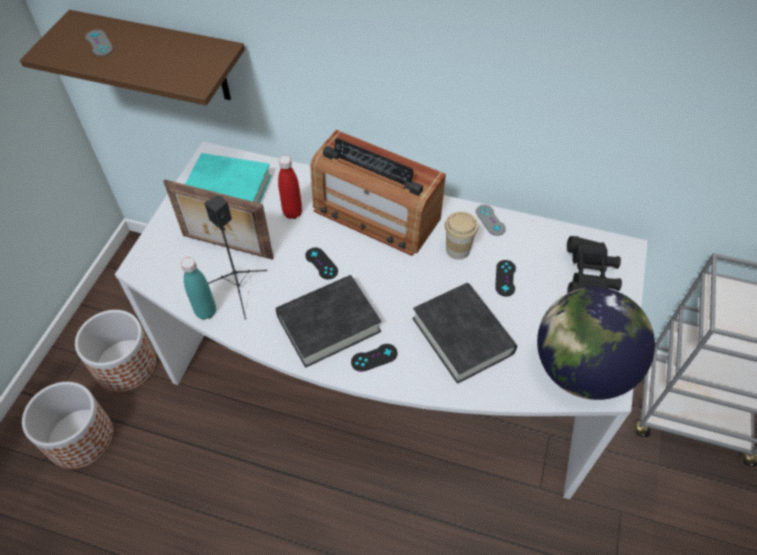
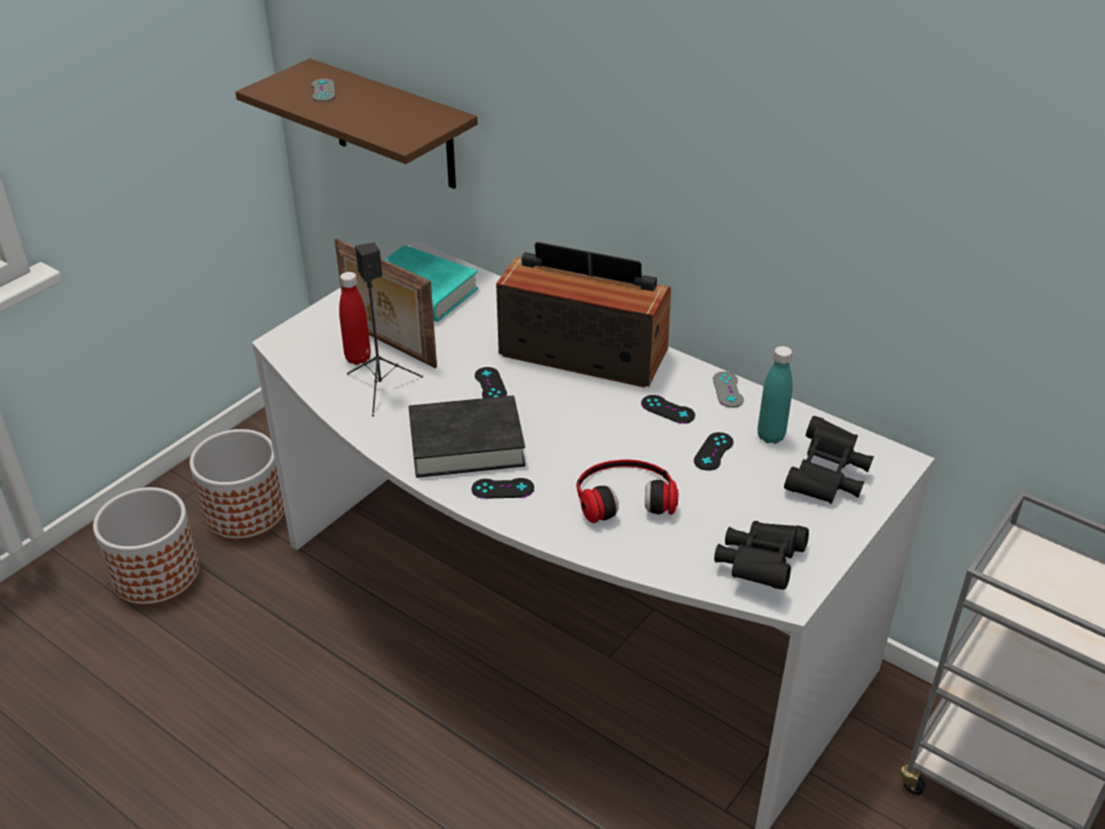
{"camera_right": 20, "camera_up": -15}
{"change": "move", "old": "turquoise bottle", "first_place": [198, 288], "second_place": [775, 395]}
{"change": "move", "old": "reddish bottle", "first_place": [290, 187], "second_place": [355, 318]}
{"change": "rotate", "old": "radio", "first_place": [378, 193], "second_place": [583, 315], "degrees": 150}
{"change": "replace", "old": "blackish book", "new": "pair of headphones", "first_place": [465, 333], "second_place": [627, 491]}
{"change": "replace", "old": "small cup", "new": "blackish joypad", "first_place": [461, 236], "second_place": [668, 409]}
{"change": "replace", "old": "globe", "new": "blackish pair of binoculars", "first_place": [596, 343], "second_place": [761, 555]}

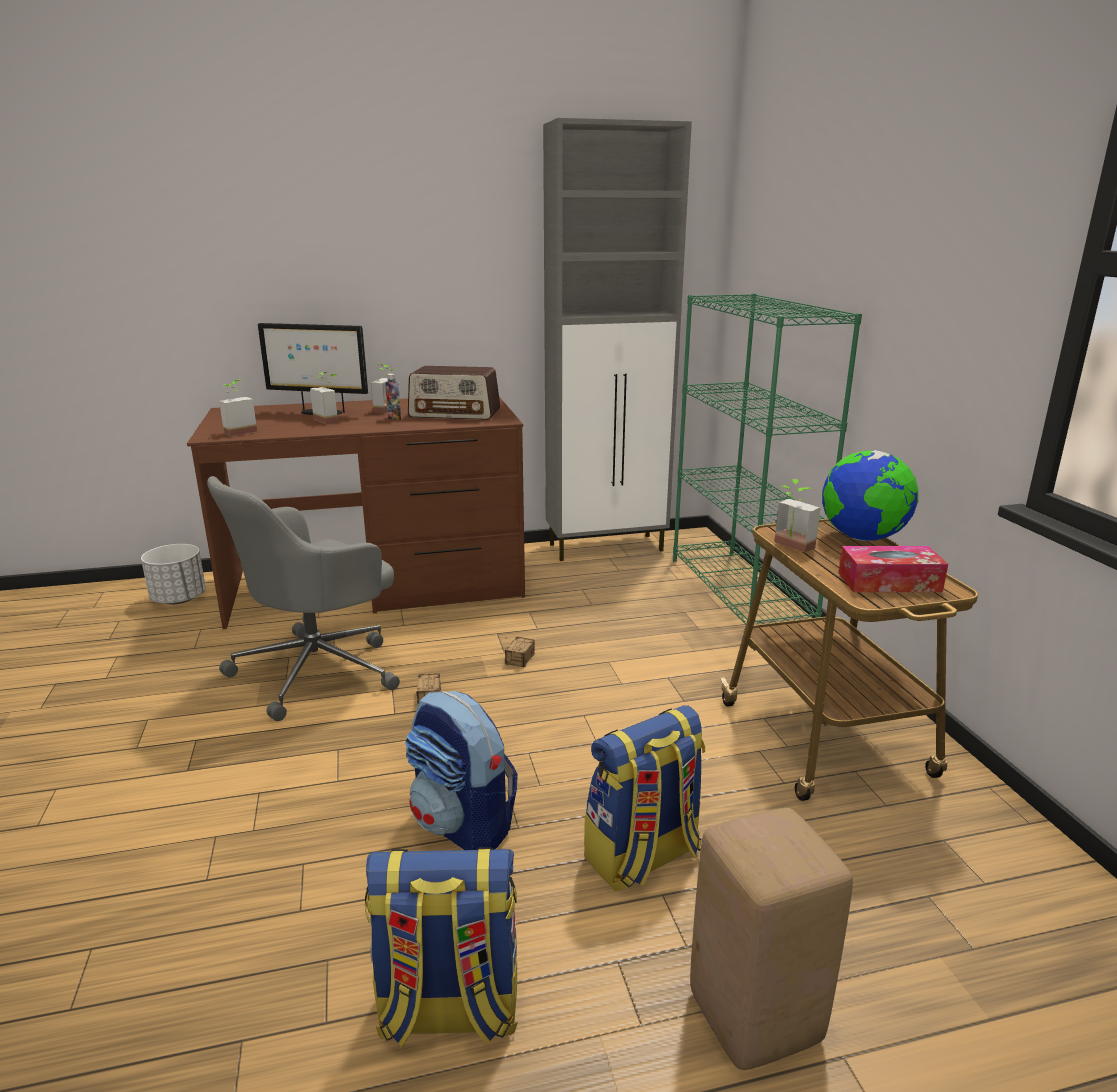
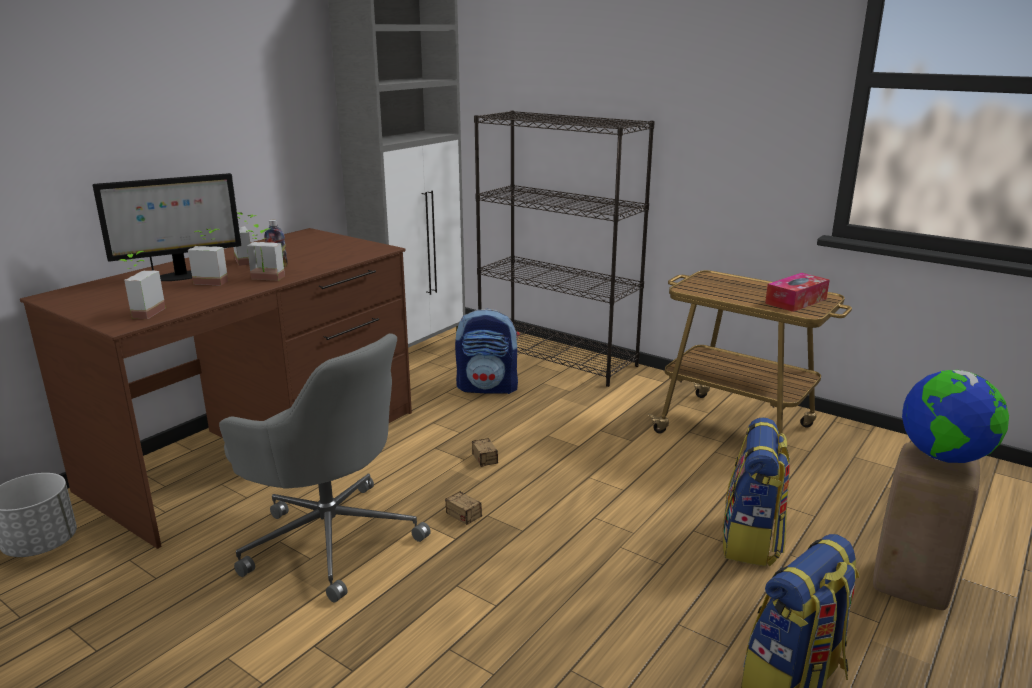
{"camera_right": -40, "camera_up": 0}
{"change": "rotate", "old": "grey desk chair", "first_place": [303, 598], "second_place": [325, 467], "degrees": -60}
{"change": "move", "old": "knapsack", "first_place": [461, 770], "second_place": [487, 351]}
{"change": "delete", "old": "radio", "first_place": [454, 393]}
{"change": "recolor", "old": "greenish bookcase", "new": "blackish bookcase", "first_place": [767, 459], "second_place": [564, 248]}
{"change": "move", "old": "plant in a pot", "first_place": [797, 516], "second_place": [265, 252]}
{"change": "move", "old": "globe", "first_place": [870, 495], "second_place": [955, 416]}

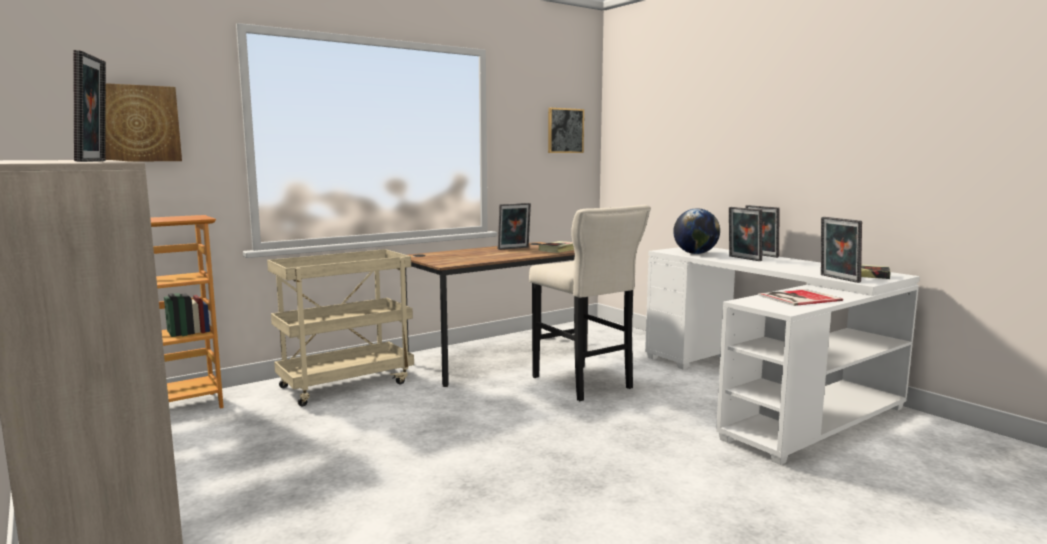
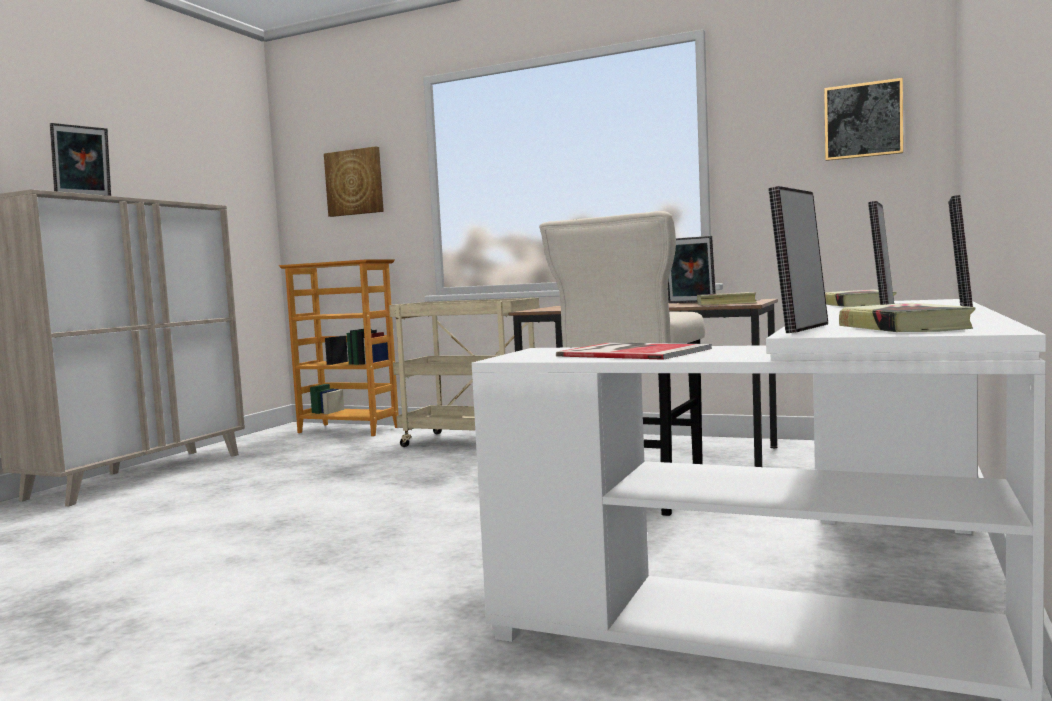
{"camera_right": 60, "camera_up": -5}
{"change": "replace", "old": "globe", "new": "book", "first_place": [696, 231], "second_place": [861, 298]}

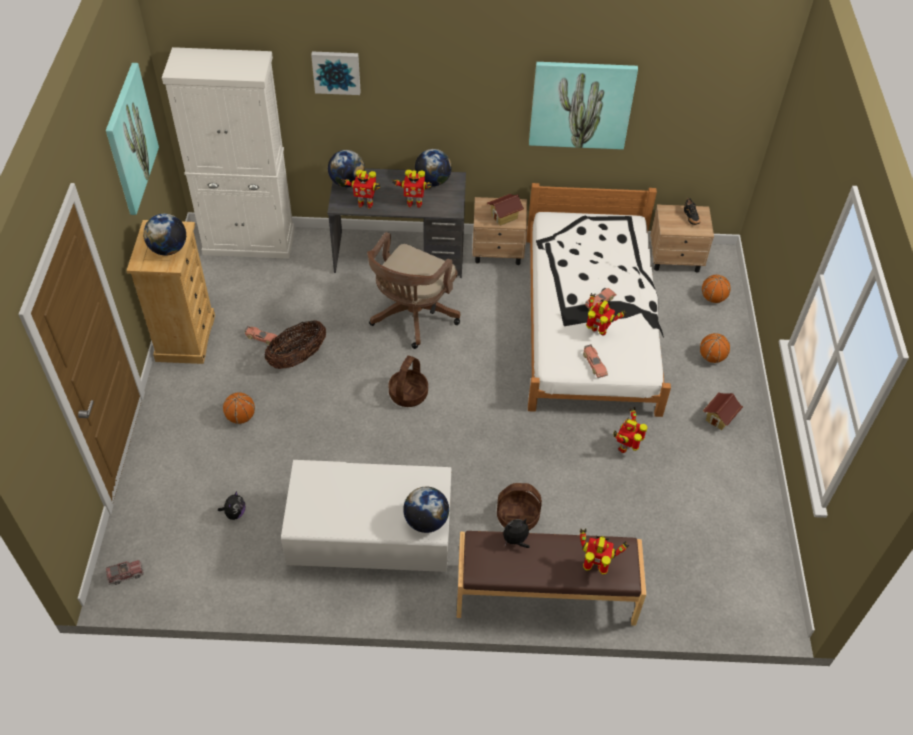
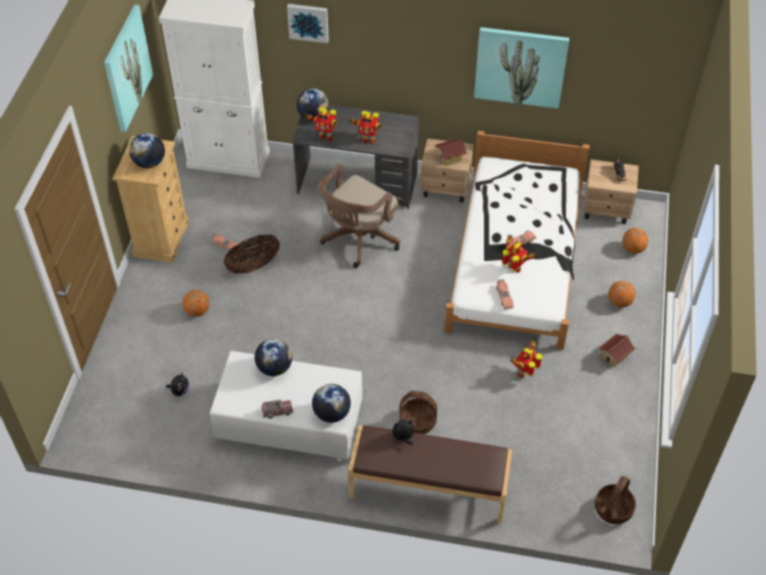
{"camera_right": 10, "camera_up": 0}
{"change": "move", "old": "toy lorry", "first_place": [125, 572], "second_place": [277, 409]}
{"change": "move", "old": "basket", "first_place": [408, 381], "second_place": [615, 500]}
{"change": "move", "old": "globe", "first_place": [433, 167], "second_place": [273, 357]}
{"change": "delete", "old": "toy robot", "first_place": [604, 551]}

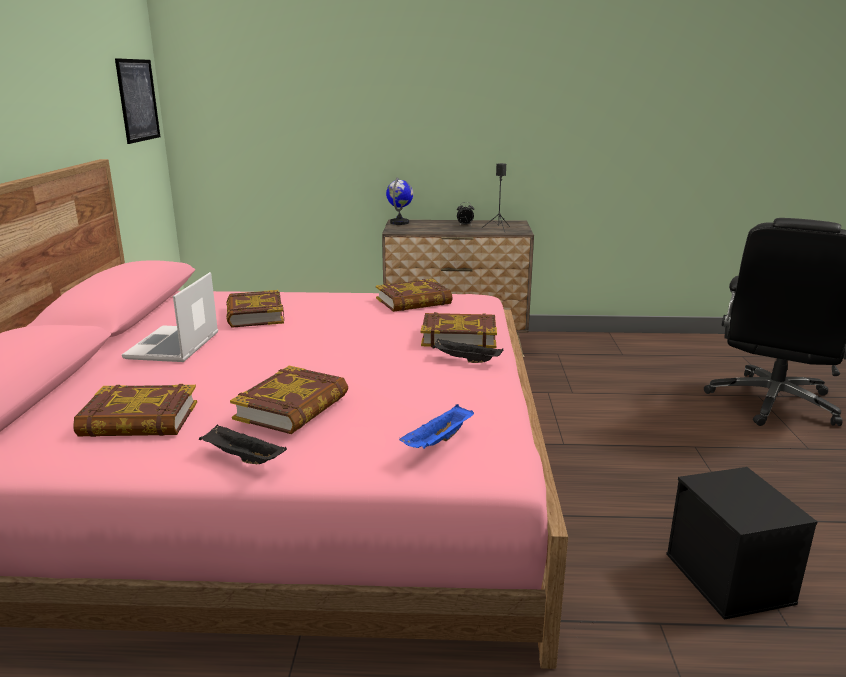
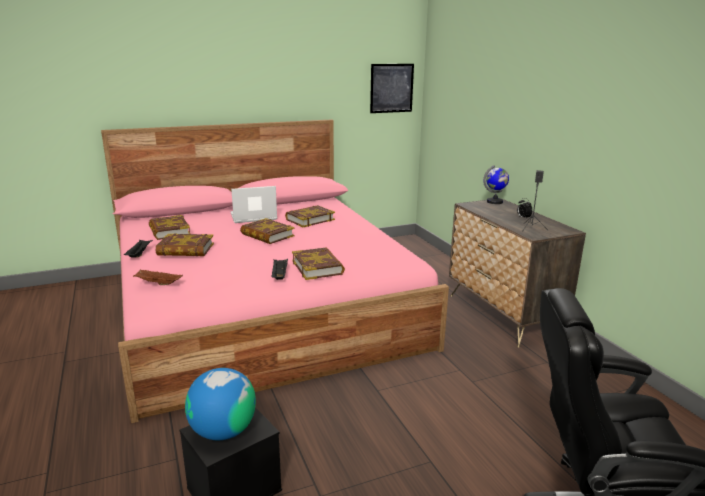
{"camera_right": 65, "camera_up": 0}
{"change": "move", "old": "book", "first_place": [414, 295], "second_place": [267, 231]}
{"change": "recolor", "old": "blue serving tray", "new": "brown-coloured serving tray", "first_place": [436, 426], "second_place": [158, 277]}
{"change": "insert", "new": "globe", "second_place": [220, 404]}

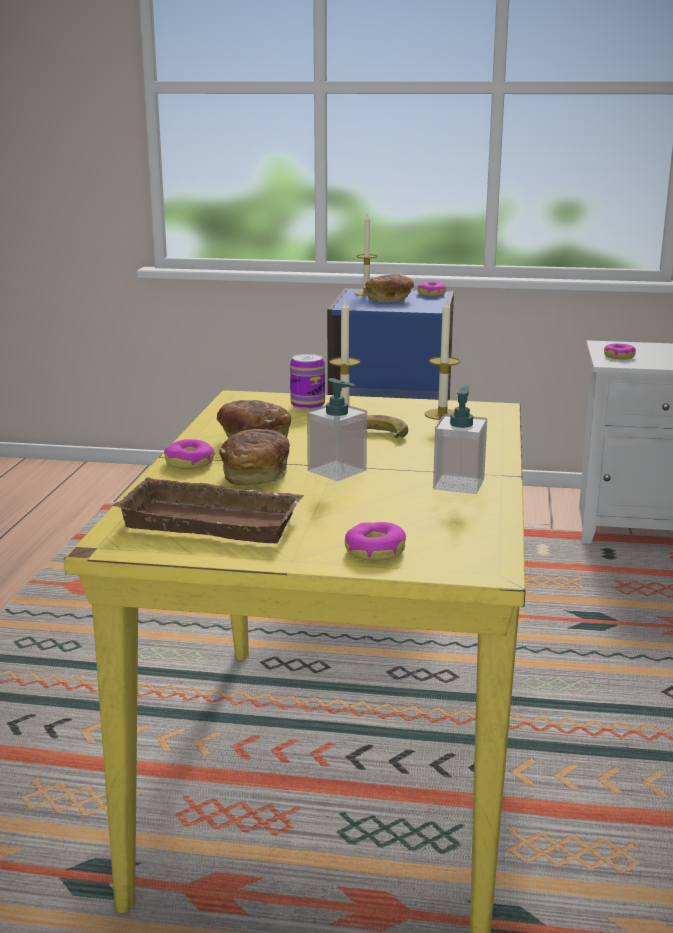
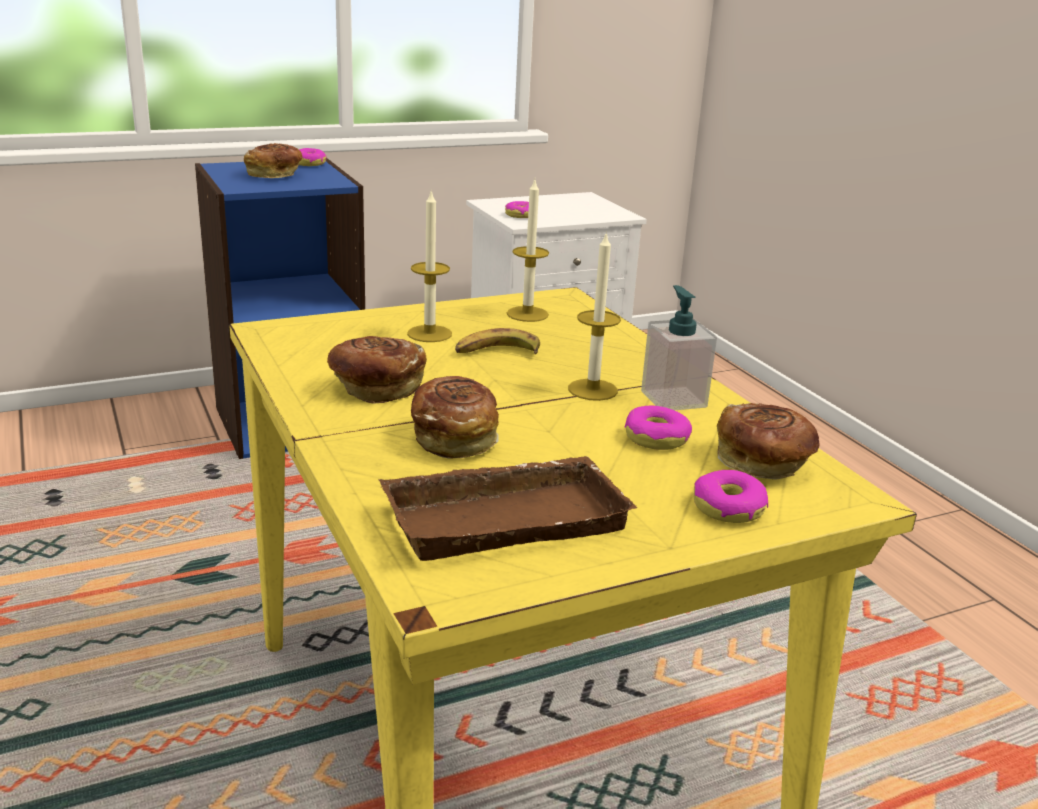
{"camera_right": -35, "camera_up": 5}
{"change": "move", "old": "doughnut", "first_place": [189, 454], "second_place": [658, 428]}
{"change": "delete", "old": "sealed can", "first_place": [307, 382]}
{"change": "delete", "old": "soap dispenser", "first_place": [337, 429]}
{"change": "move", "old": "wax candle", "first_place": [365, 254], "second_place": [594, 316]}
{"change": "insert", "new": "baked bread", "second_place": [768, 441]}

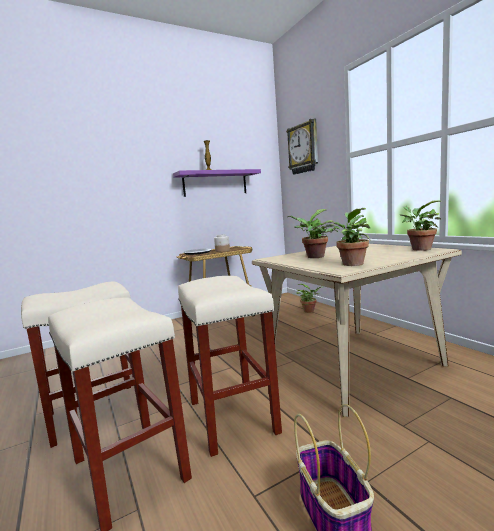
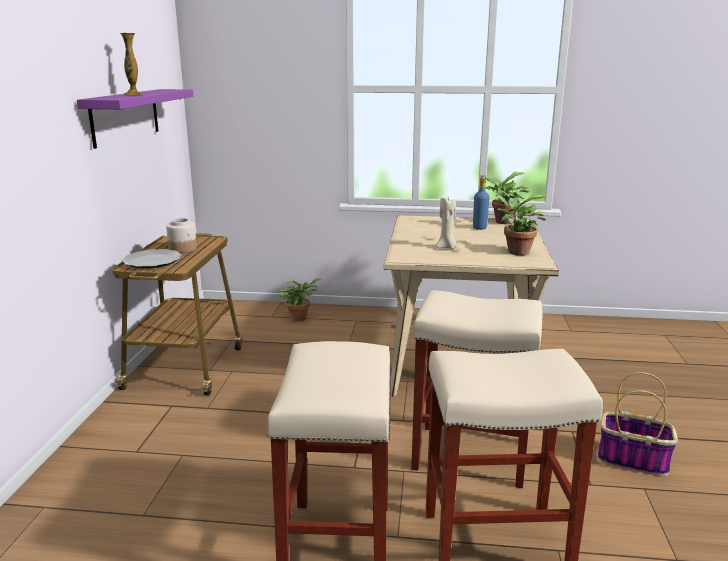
{"camera_right": -55, "camera_up": 10}
{"change": "delete", "old": "clock on the wall", "first_place": [302, 146]}
{"change": "replace", "old": "plant in a pot", "new": "beige wax candle", "first_place": [311, 233], "second_place": [446, 223]}
{"change": "insert", "new": "blue bottle", "second_place": [481, 203]}

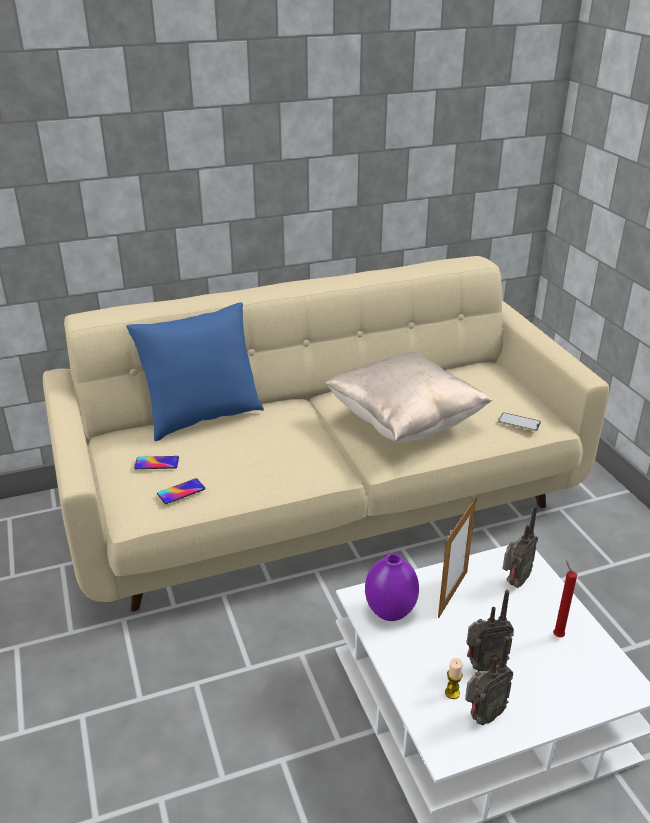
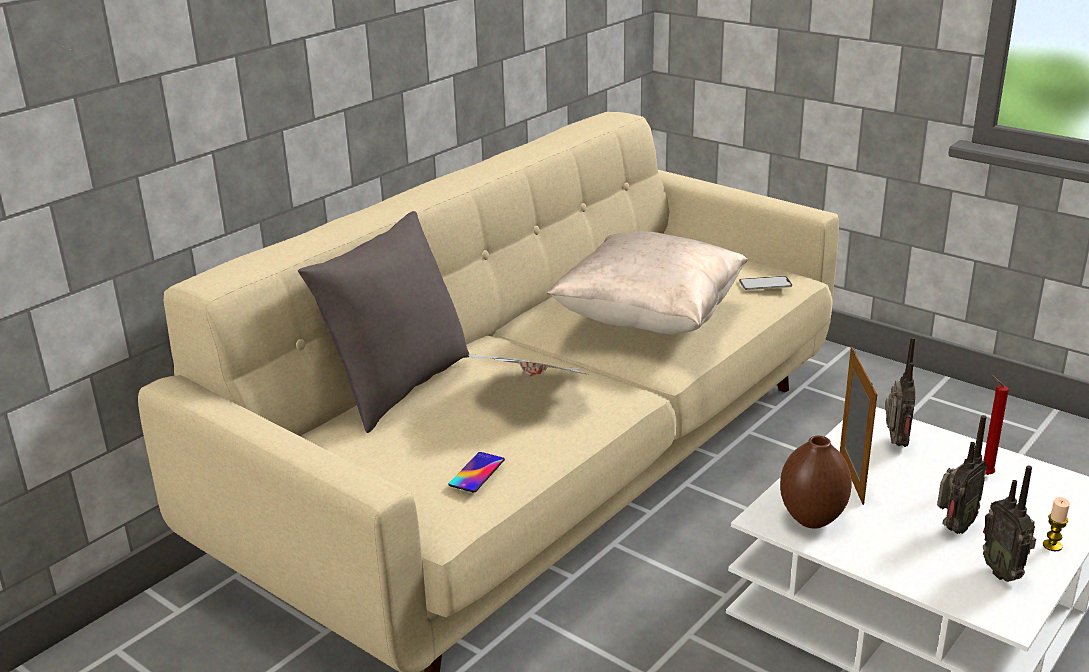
{"camera_right": -30, "camera_up": -5}
{"change": "recolor", "old": "blue pillow", "new": "grey pillow", "first_place": [195, 371], "second_place": [383, 322]}
{"change": "delete", "old": "handset", "first_place": [156, 462]}
{"change": "recolor", "old": "purple vase", "new": "brown-coloured vase", "first_place": [392, 587], "second_place": [816, 482]}
{"change": "move", "old": "wax candle", "first_place": [454, 678], "second_place": [1056, 524]}
{"change": "rotate", "old": "radio", "first_place": [489, 680], "second_place": [1009, 523], "degrees": 135}
{"change": "insert", "new": "newspaper", "second_place": [528, 365]}

